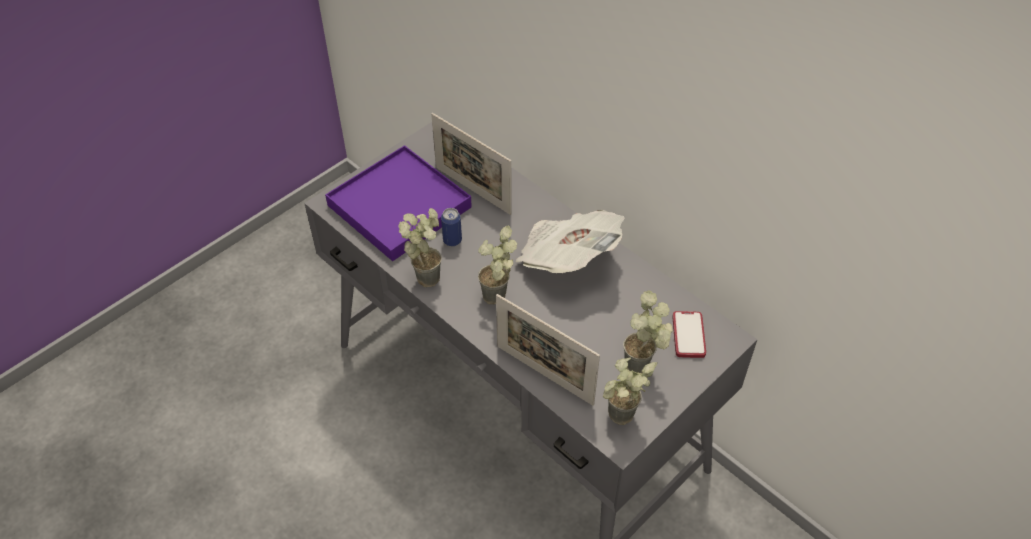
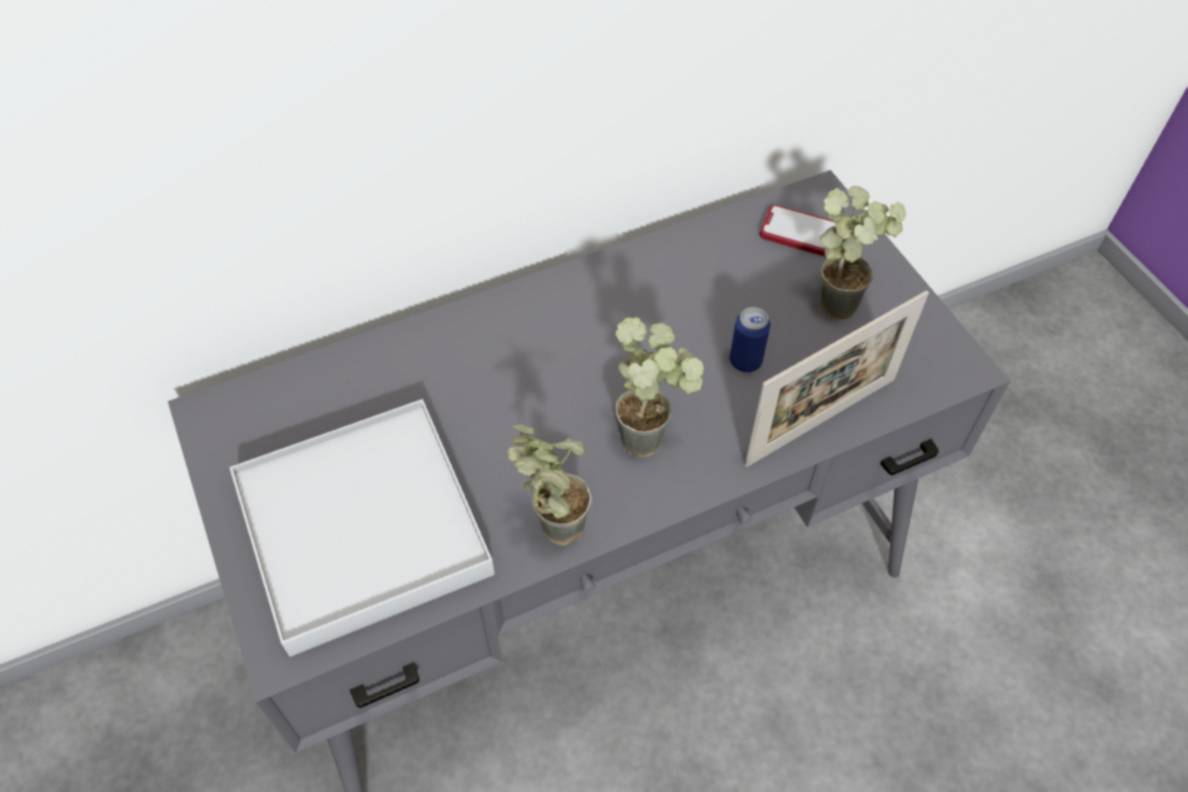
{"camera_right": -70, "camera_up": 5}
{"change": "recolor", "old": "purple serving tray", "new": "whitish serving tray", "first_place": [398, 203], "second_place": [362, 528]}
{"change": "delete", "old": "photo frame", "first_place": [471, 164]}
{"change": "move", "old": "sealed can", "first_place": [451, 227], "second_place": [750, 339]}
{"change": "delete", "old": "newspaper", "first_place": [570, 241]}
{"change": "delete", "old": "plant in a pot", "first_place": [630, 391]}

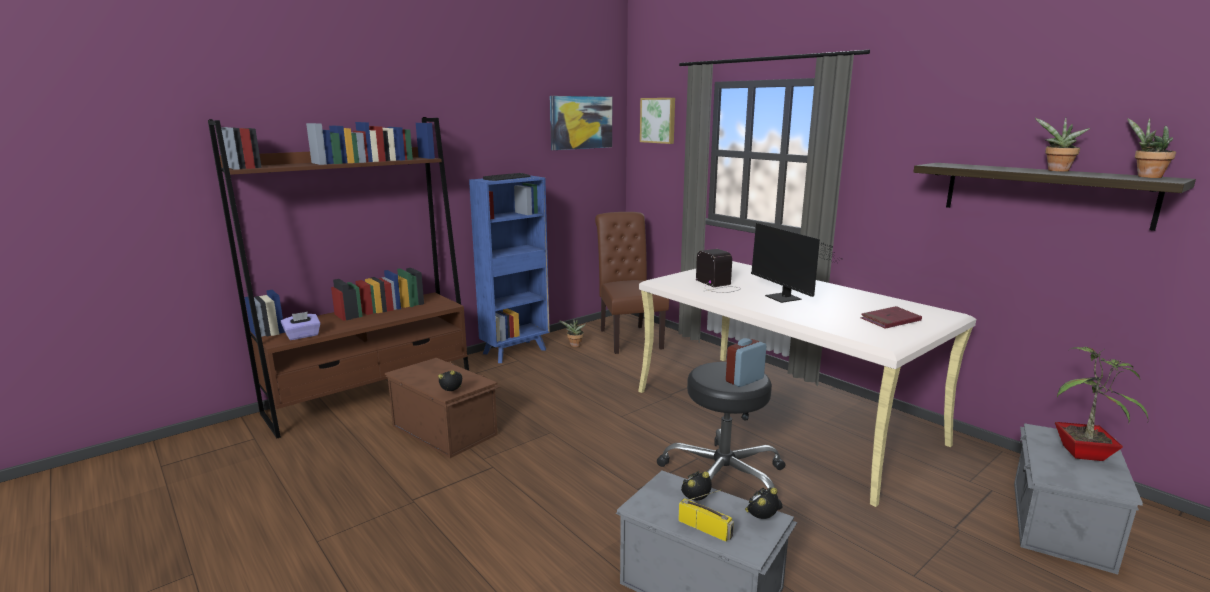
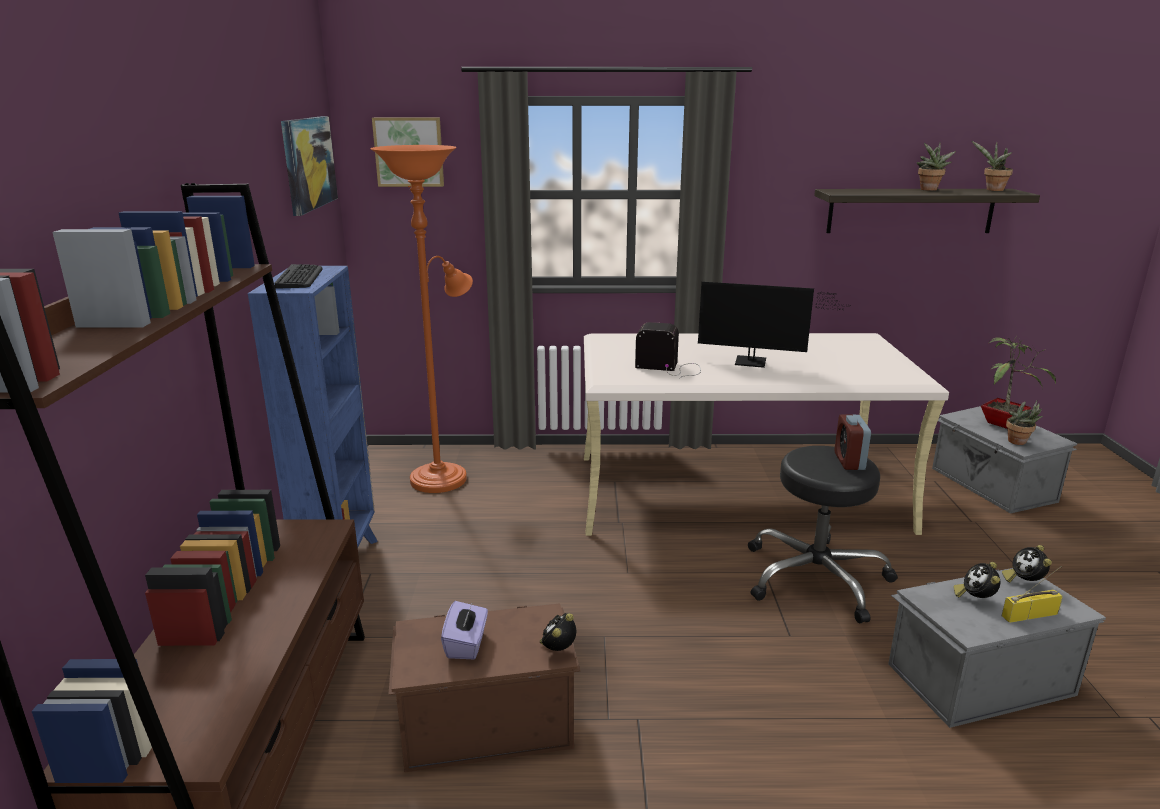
{"camera_right": -50, "camera_up": 5}
{"change": "move", "old": "purple box of tissues", "first_place": [301, 326], "second_place": [464, 629]}
{"change": "move", "old": "plant in a pot", "first_place": [572, 332], "second_place": [1024, 422]}
{"change": "replace", "old": "brown-coloured upright chair", "new": "orange-coloured standing lamp", "first_place": [632, 283], "second_place": [421, 319]}
{"change": "delete", "old": "reddish book", "first_place": [891, 317]}

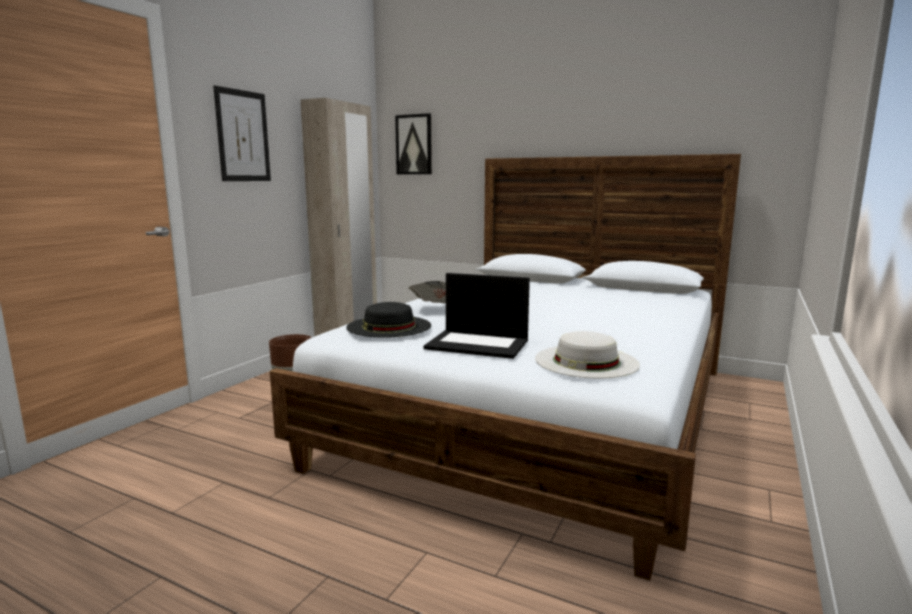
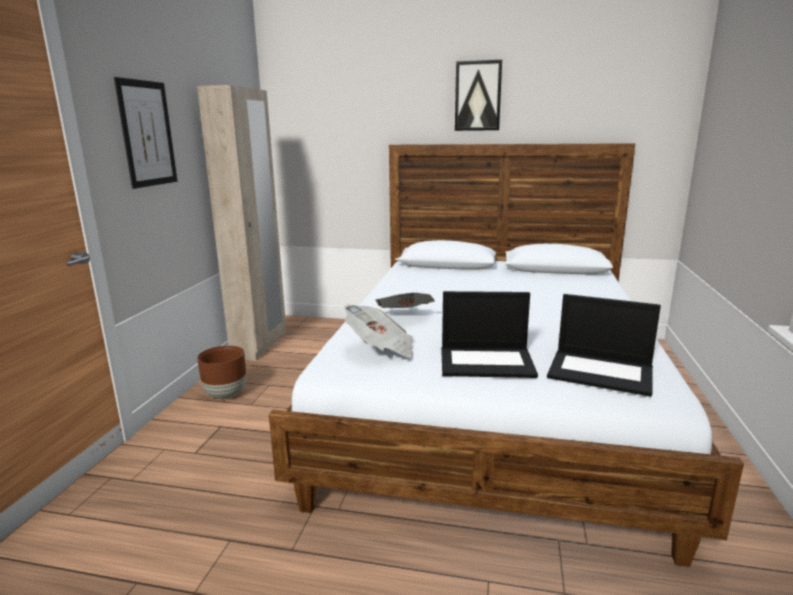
{"camera_right": -15, "camera_up": 5}
{"change": "replace", "old": "blackish clothing hat", "new": "newspaper", "first_place": [388, 320], "second_place": [378, 330]}
{"change": "move", "old": "wall picture", "first_place": [413, 143], "second_place": [478, 95]}
{"change": "replace", "old": "whitish clothing hat", "new": "laptop", "first_place": [587, 354], "second_place": [604, 345]}

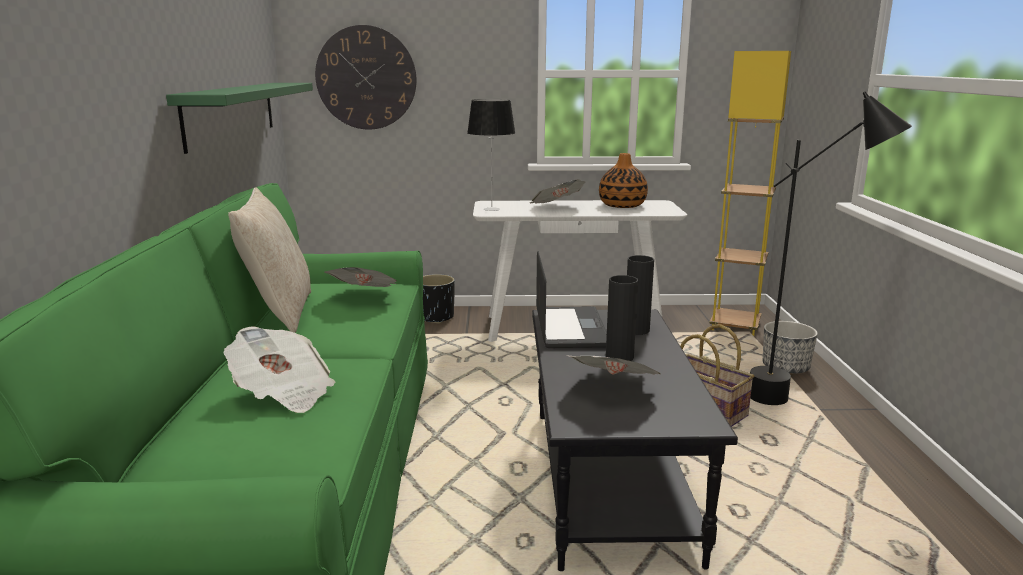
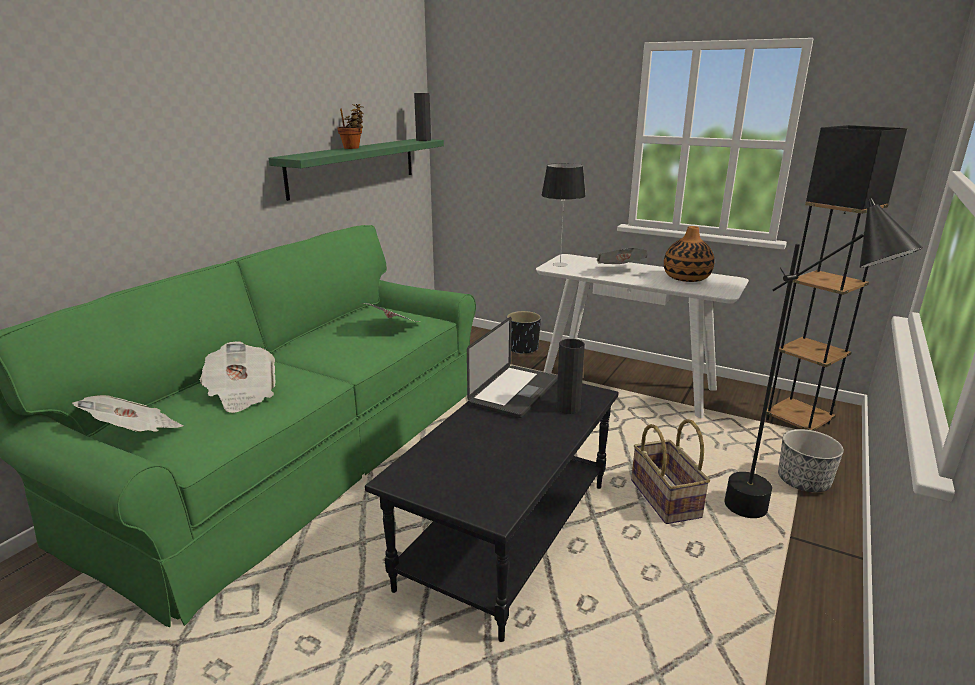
{"camera_right": 30, "camera_up": 5}
{"change": "delete", "old": "beige pillow", "first_place": [269, 260]}
{"change": "delete", "old": "clock on the wall", "first_place": [366, 77]}
{"change": "move", "old": "newspaper", "first_place": [613, 365], "second_place": [127, 413]}
{"change": "move", "old": "blackish vase", "first_place": [622, 318], "second_place": [422, 117]}
{"change": "recolor", "old": "yellowish standing lamp", "new": "blackish standing lamp", "first_place": [750, 193], "second_place": [836, 278]}
{"change": "insert", "new": "plant in a pot", "second_place": [351, 126]}

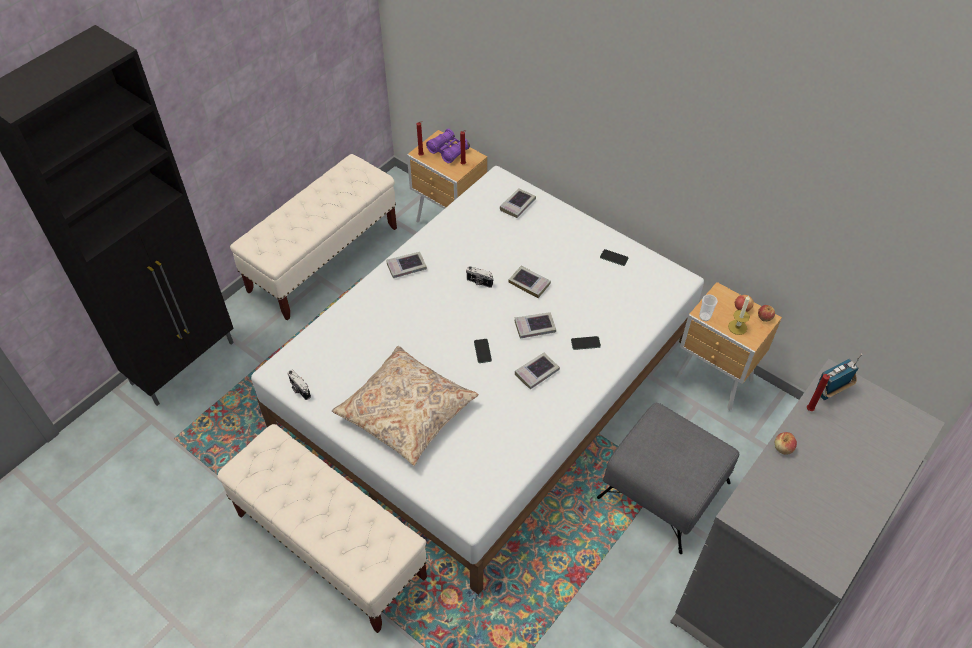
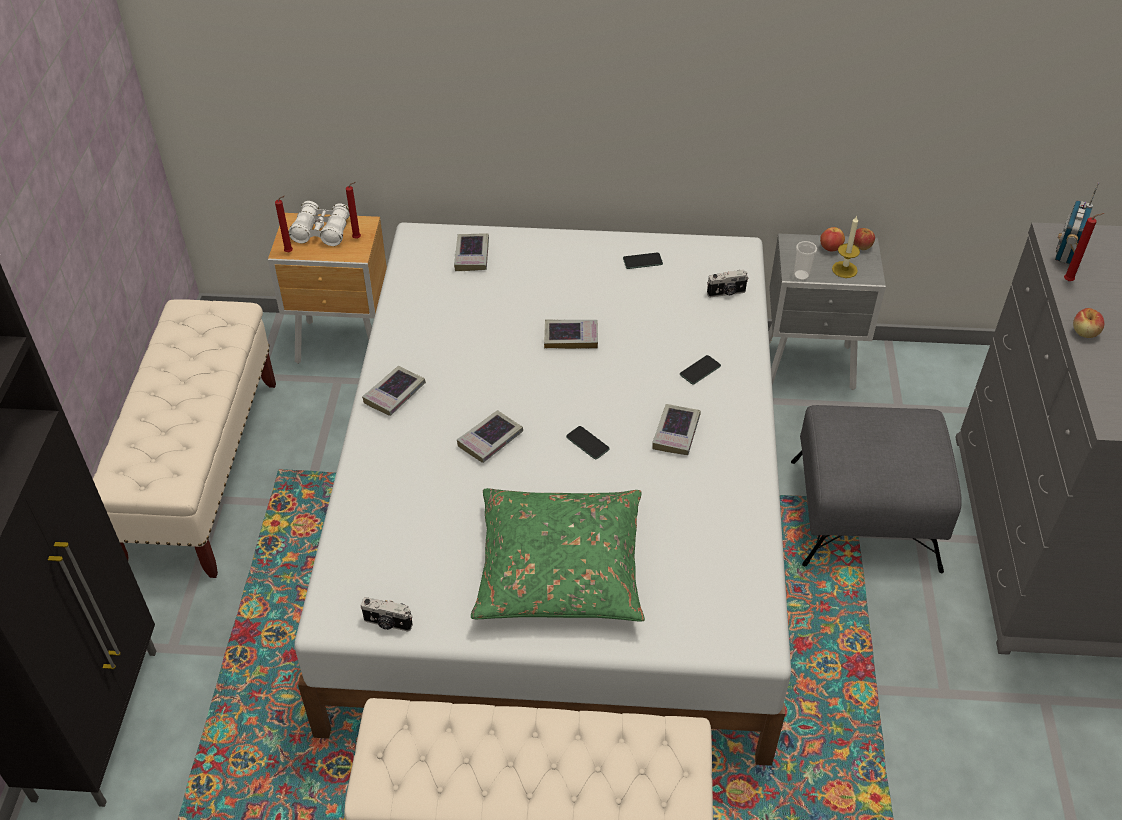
{"camera_right": -35, "camera_up": -5}
{"change": "recolor", "old": "beige pillow", "new": "greenish pillow", "first_place": [405, 406], "second_place": [558, 555]}
{"change": "recolor", "old": "purple pair of binoculars", "new": "whitish pair of binoculars", "first_place": [448, 146], "second_place": [319, 223]}
{"change": "move", "old": "still camera", "first_place": [480, 277], "second_place": [727, 283]}
{"change": "move", "old": "book", "first_place": [535, 325], "second_place": [490, 436]}
{"change": "recolor", "old": "brown-coloured bedside table", "new": "grey bedside table", "first_place": [728, 346], "second_place": [827, 311]}

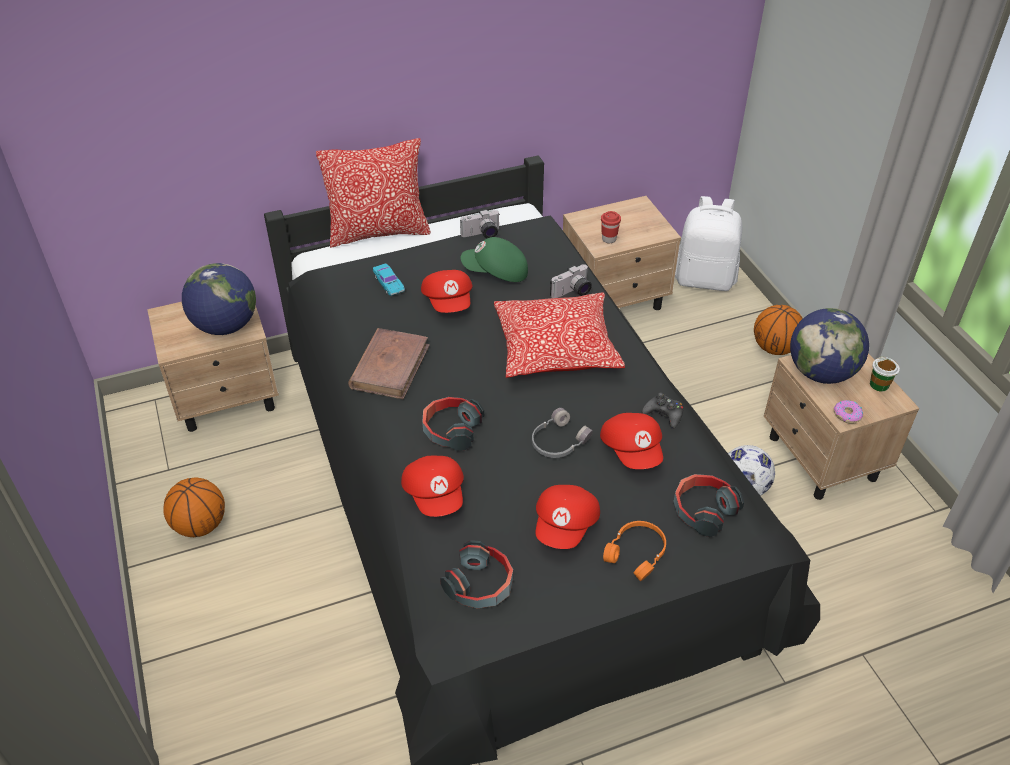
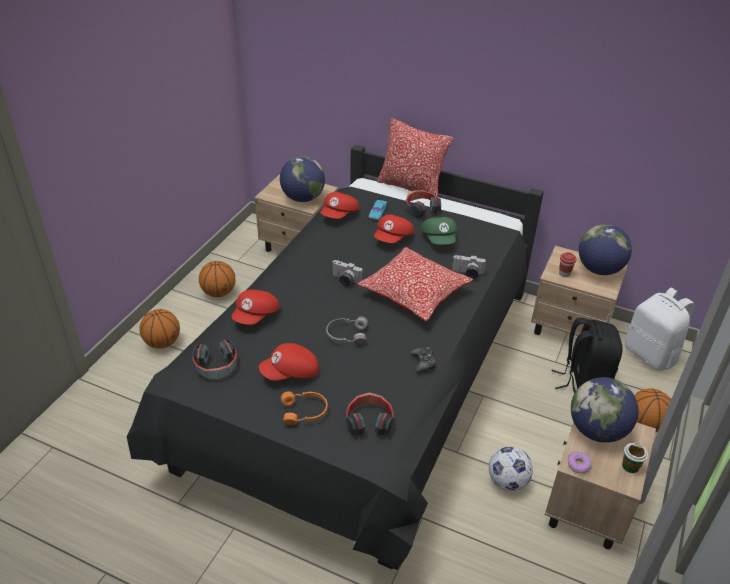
{"camera_right": 45, "camera_up": -5}
{"change": "delete", "old": "brown-coloured book", "first_place": [389, 363]}
{"change": "move", "old": "pair of headphones", "first_place": [453, 424], "second_place": [423, 204]}
{"change": "move", "old": "still camera", "first_place": [480, 223], "second_place": [347, 273]}
{"change": "rotate", "old": "greenish baseball cap", "first_place": [494, 259], "second_place": [439, 231], "degrees": -150}
{"change": "move", "old": "reddish baseball cap", "first_place": [631, 441], "second_place": [339, 205]}
{"change": "insert", "new": "basketball ball", "second_place": [159, 329]}
{"change": "insert", "new": "blackish knapsack", "second_place": [587, 355]}
{"change": "insert", "new": "globe", "second_place": [605, 249]}

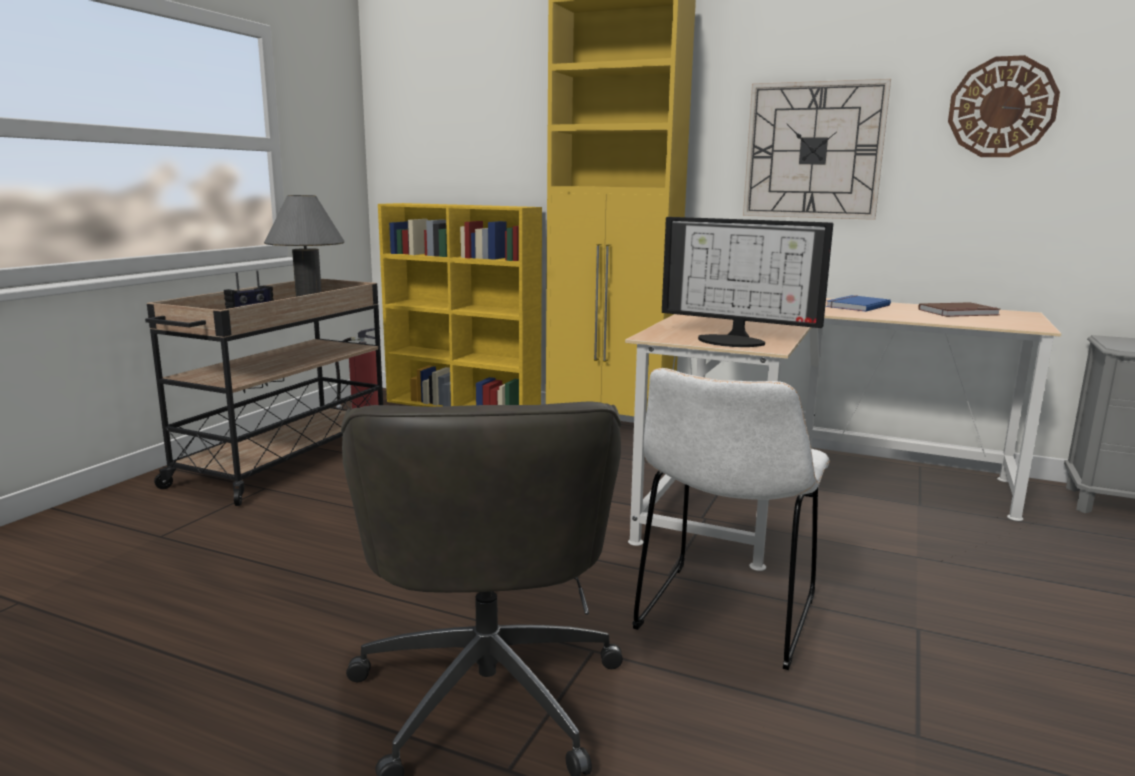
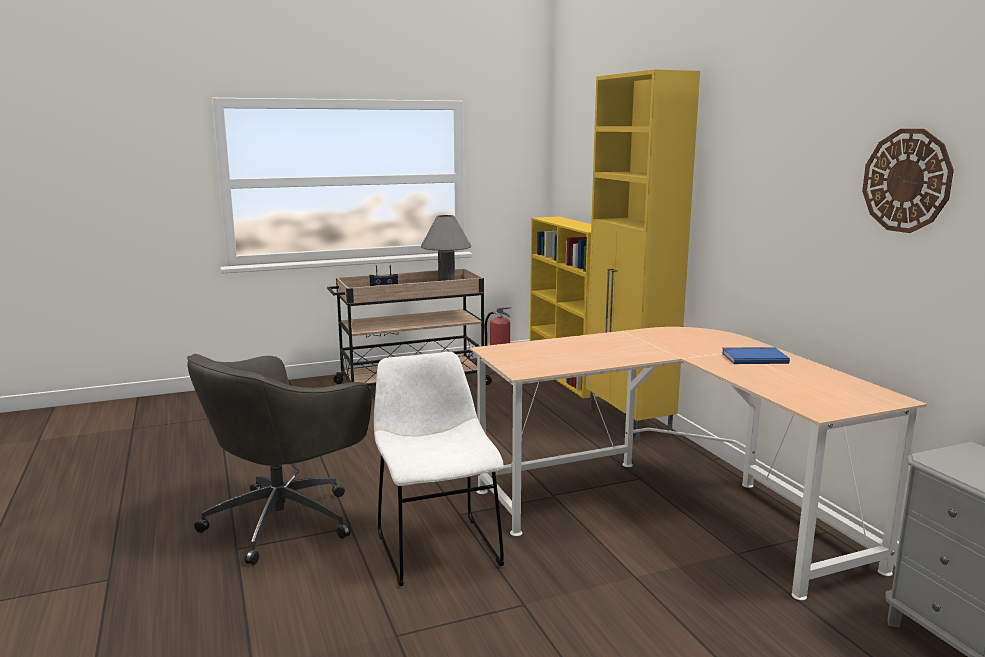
{"camera_right": 45, "camera_up": 0}
{"change": "rotate", "old": "whitish upright chair", "first_place": [731, 519], "second_place": [439, 469], "degrees": 90}
{"change": "delete", "old": "computer display", "first_place": [747, 282]}
{"change": "delete", "old": "clock on the wall", "first_place": [817, 149]}
{"change": "delete", "old": "brown-coloured book", "first_place": [959, 309]}

